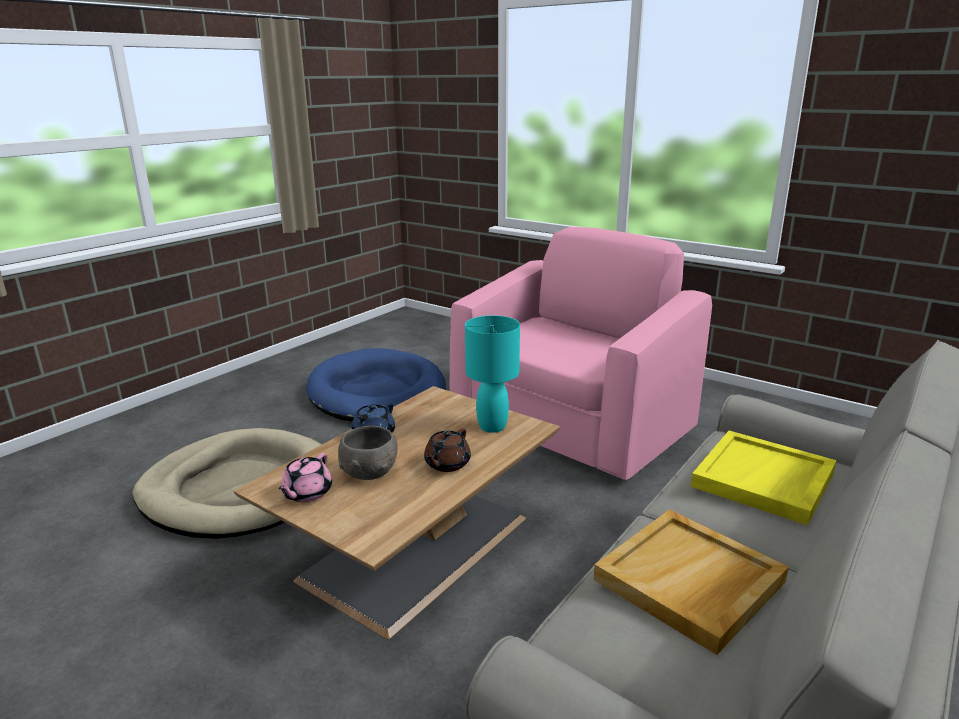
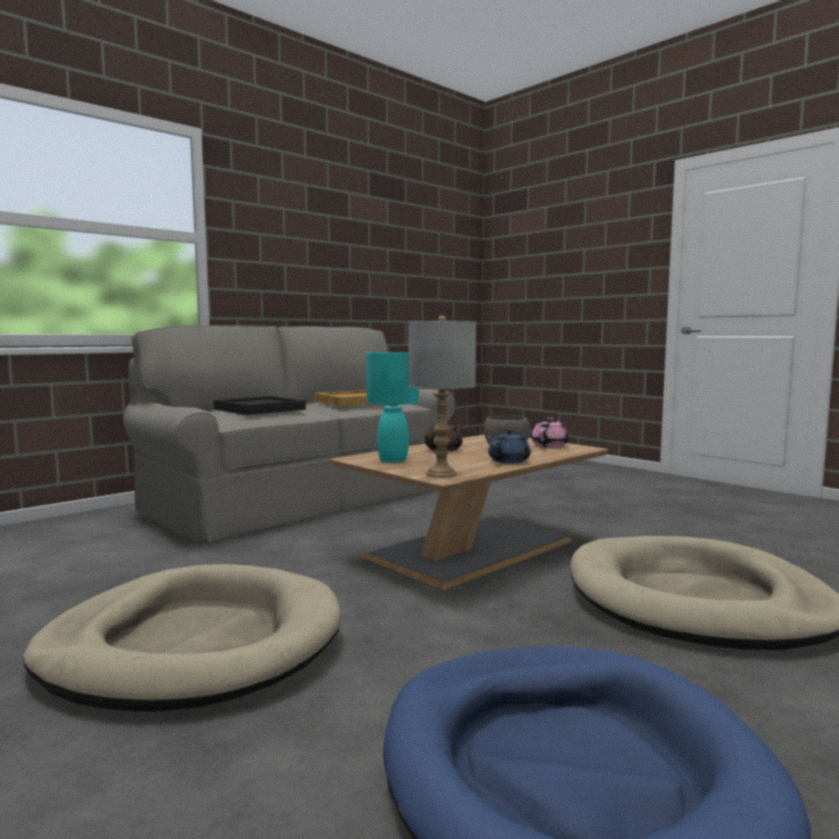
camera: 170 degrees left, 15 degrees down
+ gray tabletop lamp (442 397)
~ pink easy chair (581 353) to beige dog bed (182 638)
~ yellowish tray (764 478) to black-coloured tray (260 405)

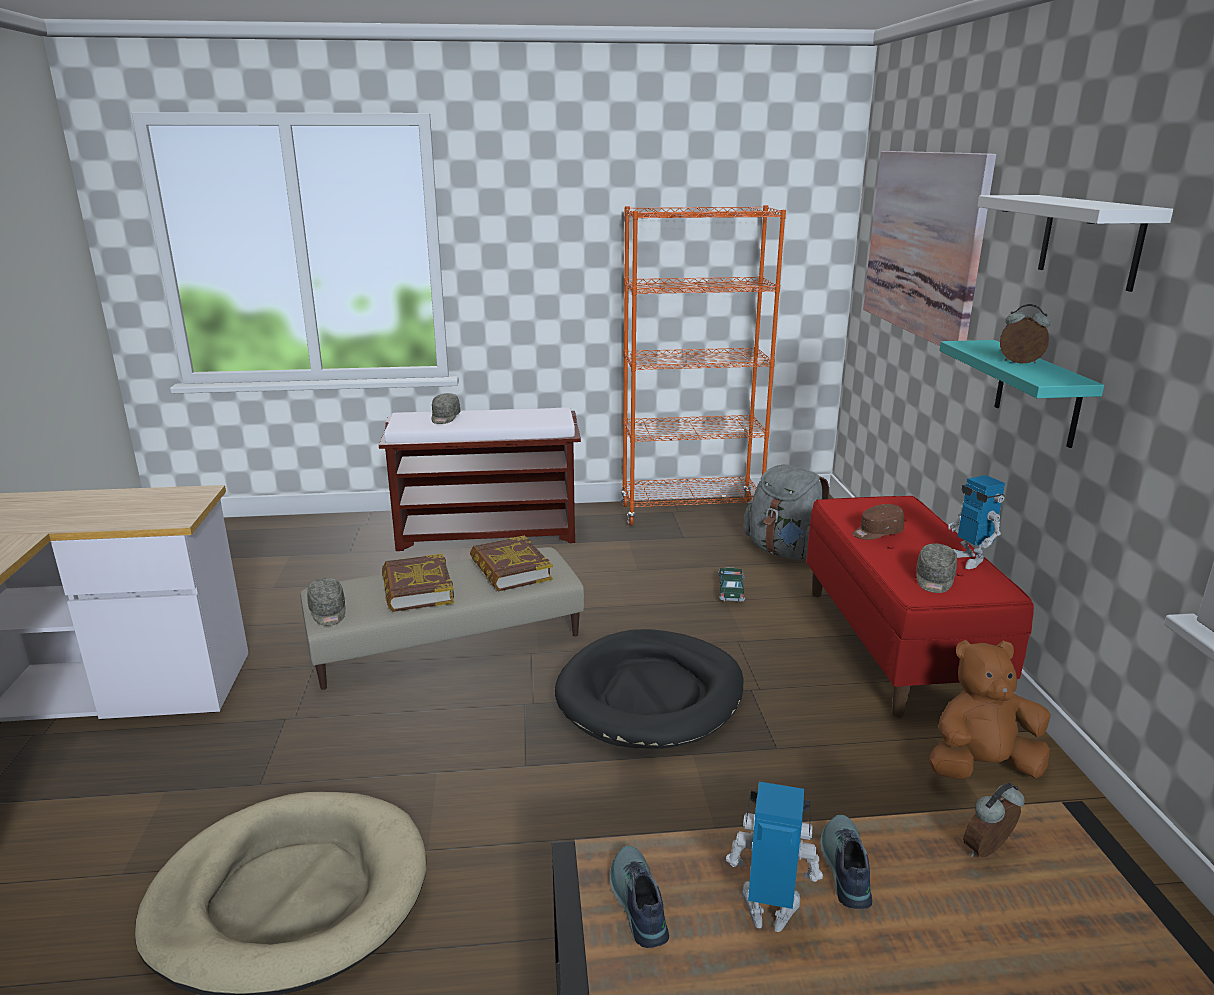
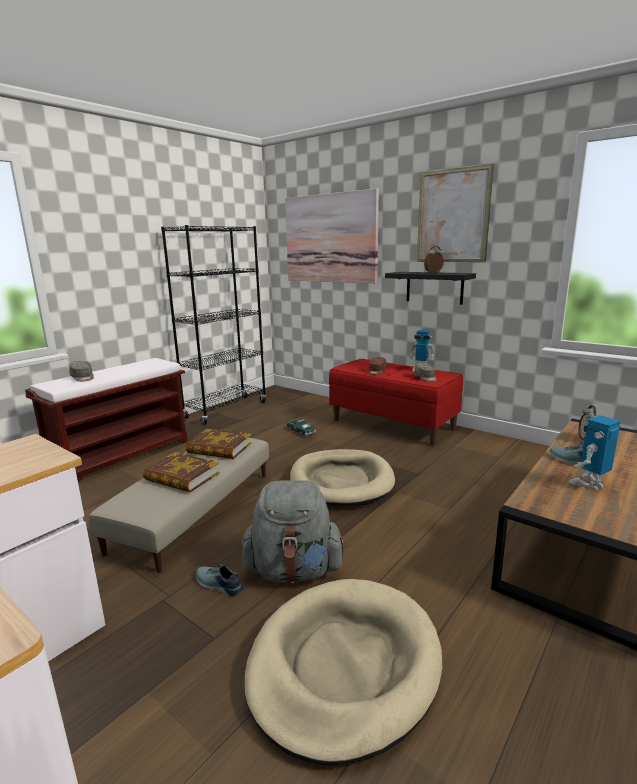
camera: 45 degrees left, 5 degrees down
- gray peaked cap (326 602)
- brown plush toy (990 710)
~ low shoe (639 897) to (219 580)
~ gray backpack (786 512) to (293 531)
~ white wall shelf (1075 243) to wall art (455 213)
~ black-coloured dog bed (649 689) to beige dog bed (342 477)
~ orangey bookshelf (703 365) to black-coloured bookshelf (213 325)
~ turquoise-coloured wall shelf (1021 394) to black-coloured wall shelf (430 288)

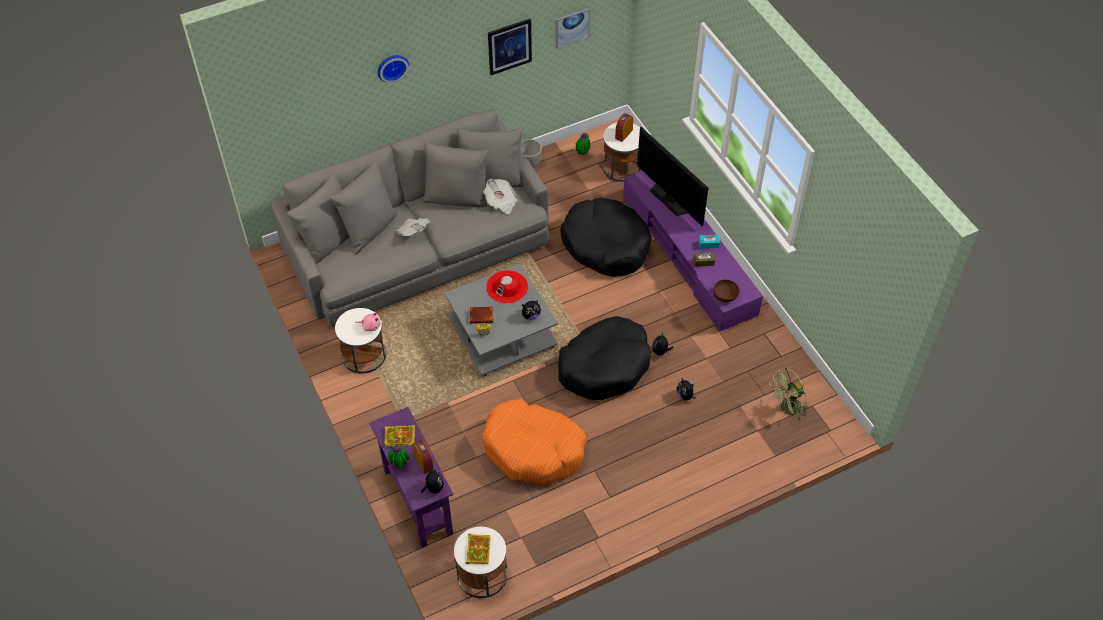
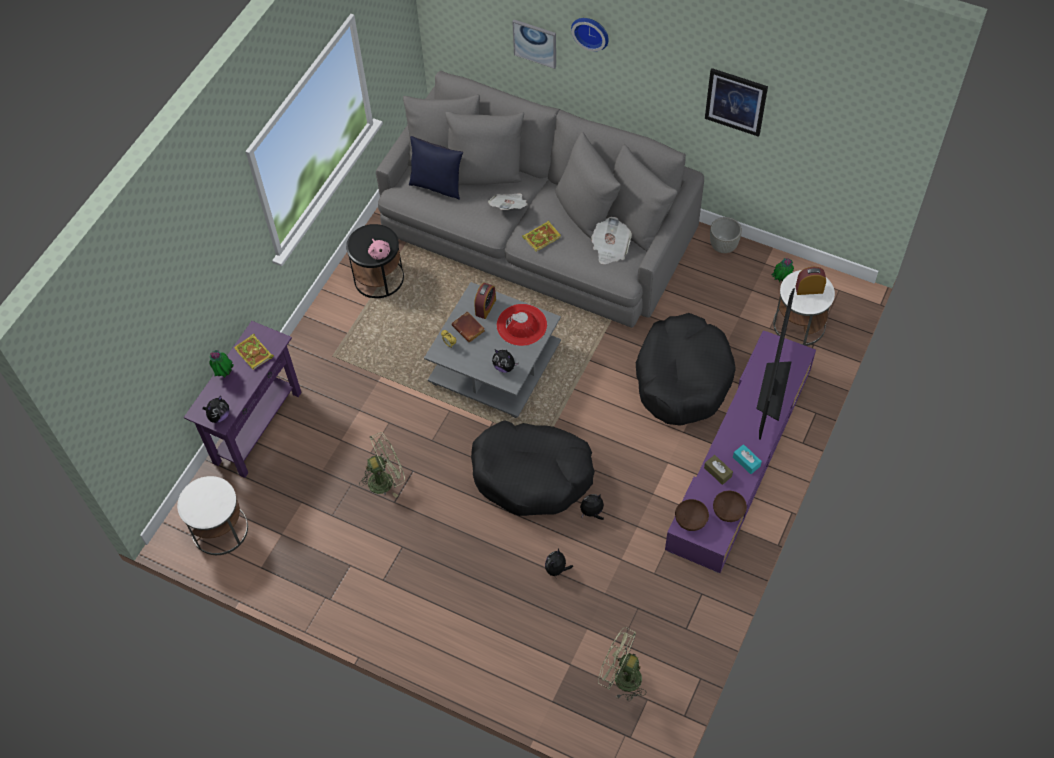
camera: 55 degrees right, 5 degrees up
+ blue pillow (436 168)
+ brown deep dish (730 506)
~ bedside clock (423 456) to (485 301)
~ bound book (477 549) to (541 235)
~ wall art (572 28) to (534 44)
~ orangey dog bed (534 442) to green electric fan (382 465)
~ white side table (360 340) to black-coloured side table (375 261)

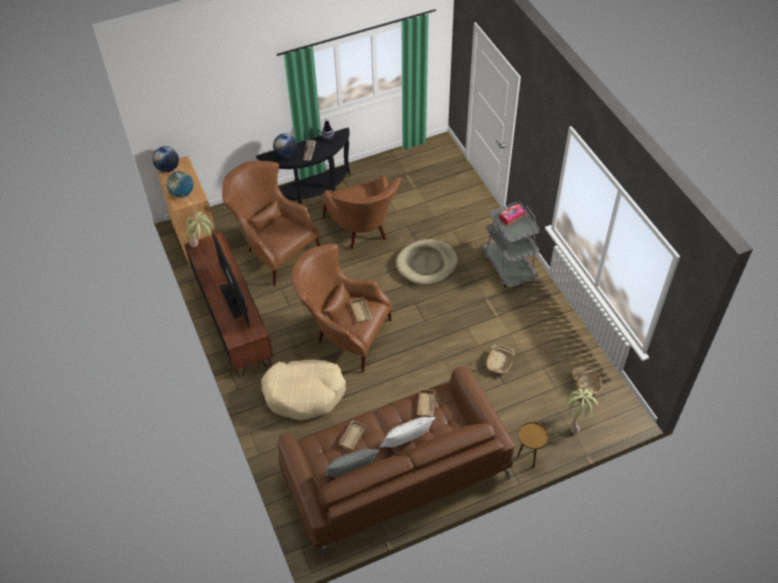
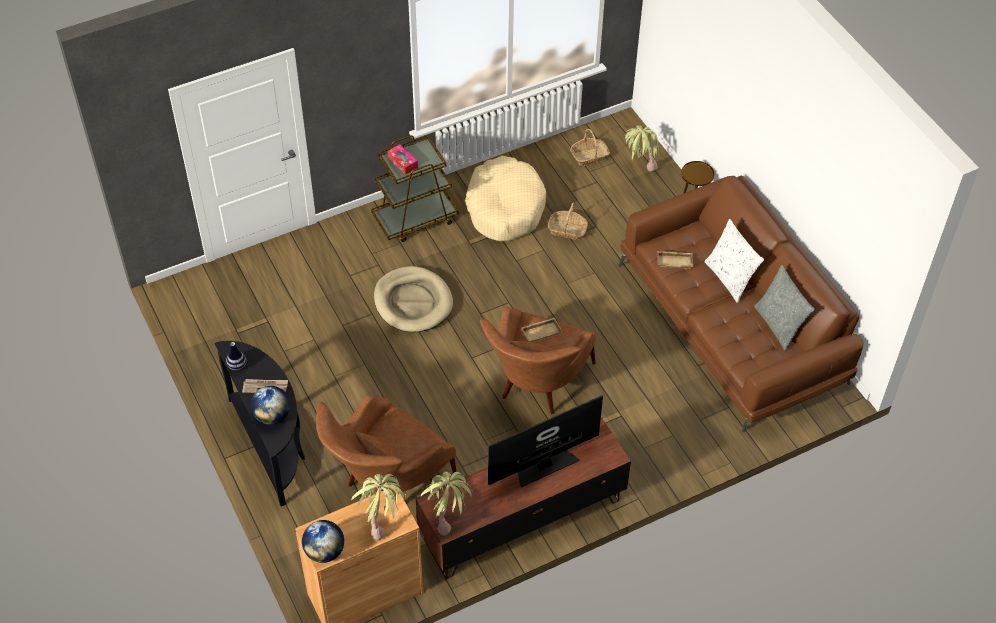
camera: 95 degrees left, 0 degrees up
- brown easy chair (362 212)
- beige tray (352 435)
~ beige dog bed (303 389) to (505 198)
~ world globe (180 184) to potted plant (378 507)
~ gray wheeled cart (511 244) to brown wheeled cart (415 188)

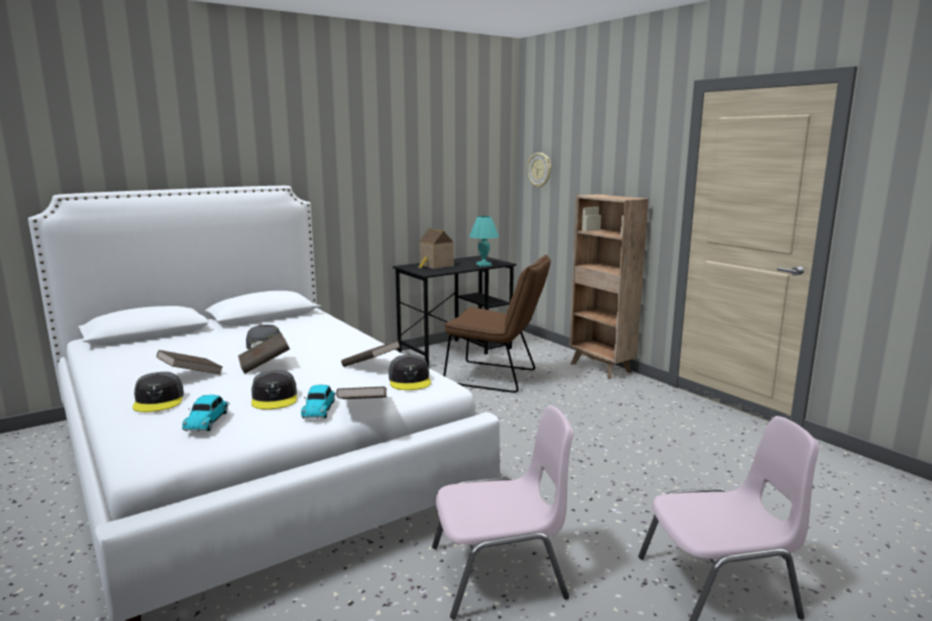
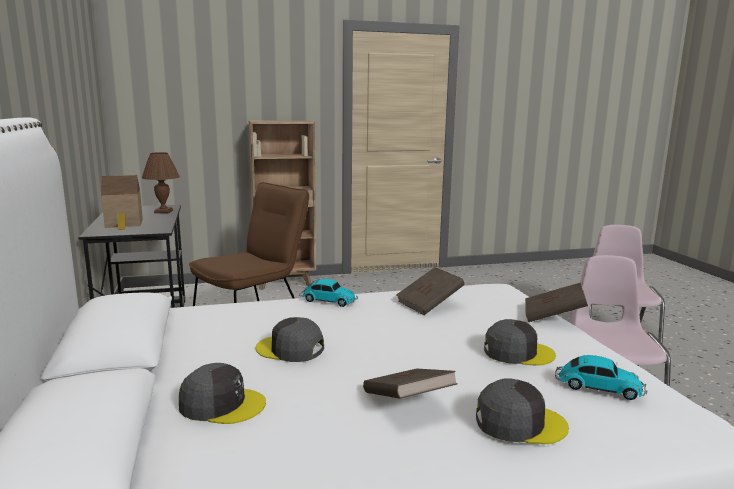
camera: 70 degrees left, 0 degrees up
- brown bound book (264 353)
- hanging clock (539 170)
~ miniature car (318 402) to (328 293)
~ gray peaked cap (410 372) to (222 393)
~ turquoise-coloured tabletop lamp (484 241) to brown tabletop lamp (161 182)

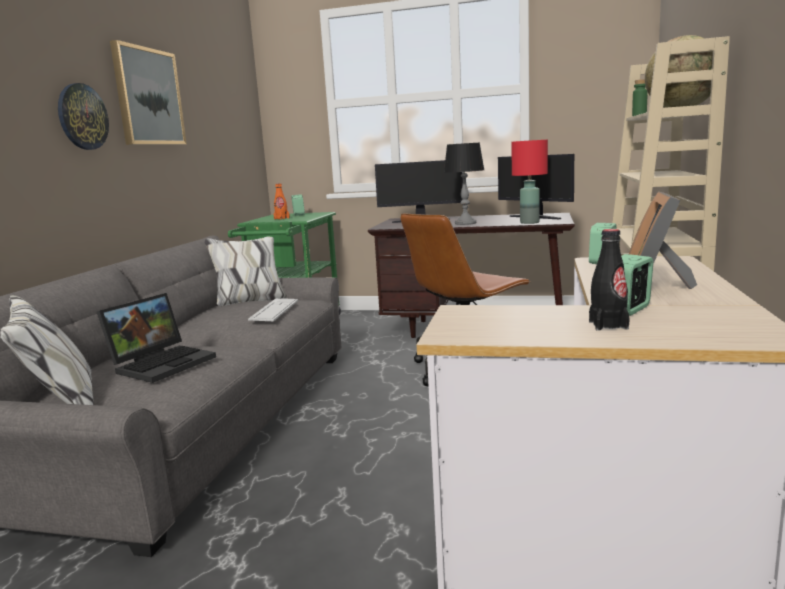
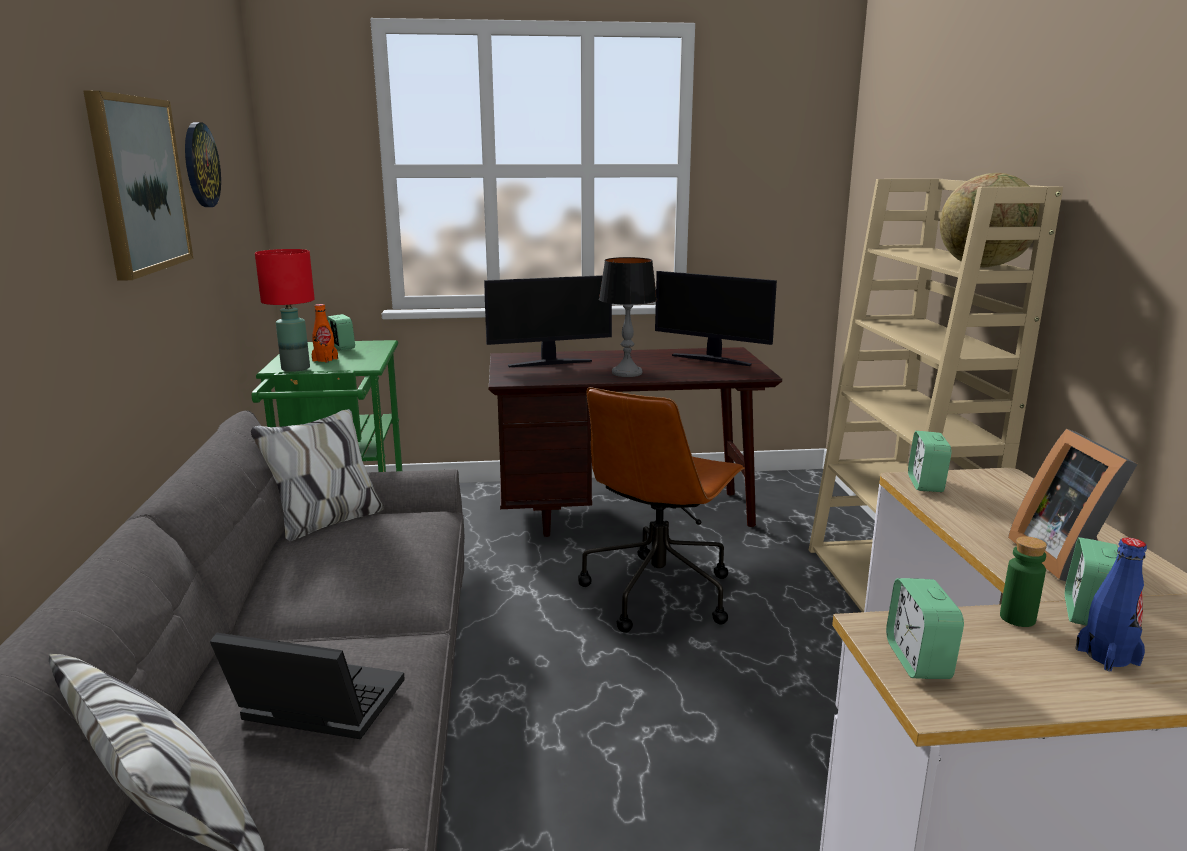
camera: 20 degrees left, 5 degrees up
- PC keyboard (273 309)
+ bedside clock (925 628)
~ hanging clock (83 116) to (203 164)
~ red tabletop lamp (529 182) to (285 310)
~ green drink bottle (640 97) to (1023 581)
~ black-coloured drink bottle (609 280) to blue drink bottle (1111 604)
~ notebook computer (156 338) = (307 686) 90 degrees counterclockwise

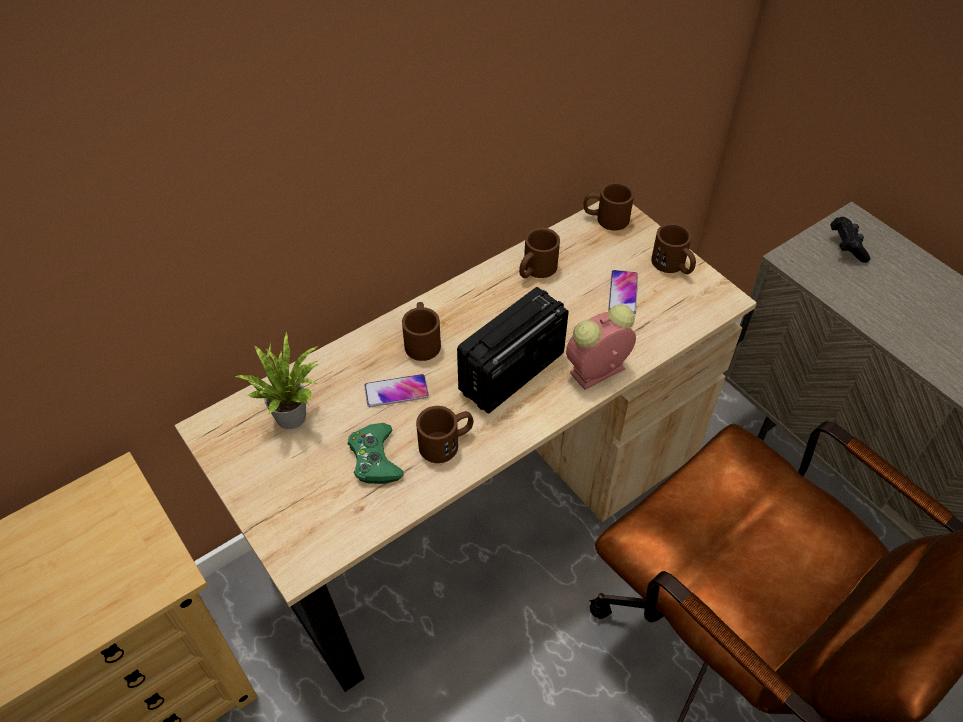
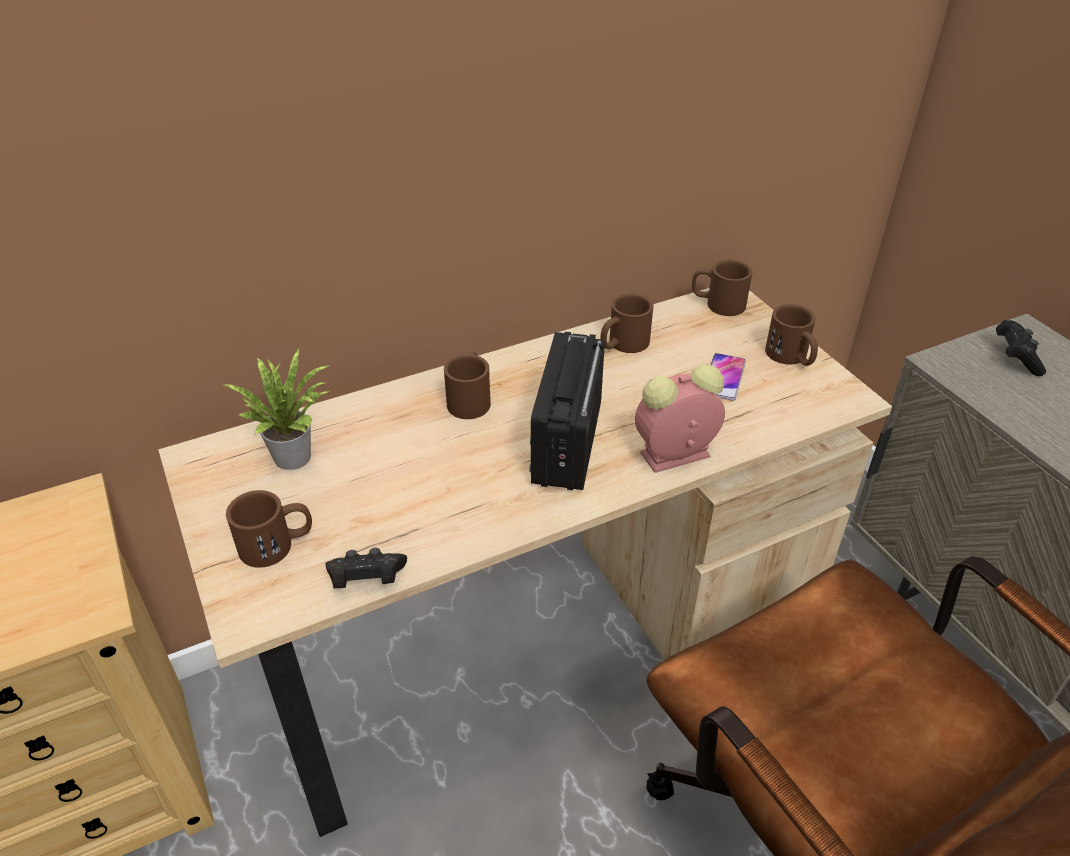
camera: 10 degrees right, 10 degrees down
- green joypad (376 453)
- telephone (396 390)
+ black-coloured joypad (366 568)
~ brown mug (444 434) to (269 529)
~ radio (513 350) = (567 411) 45 degrees counterclockwise

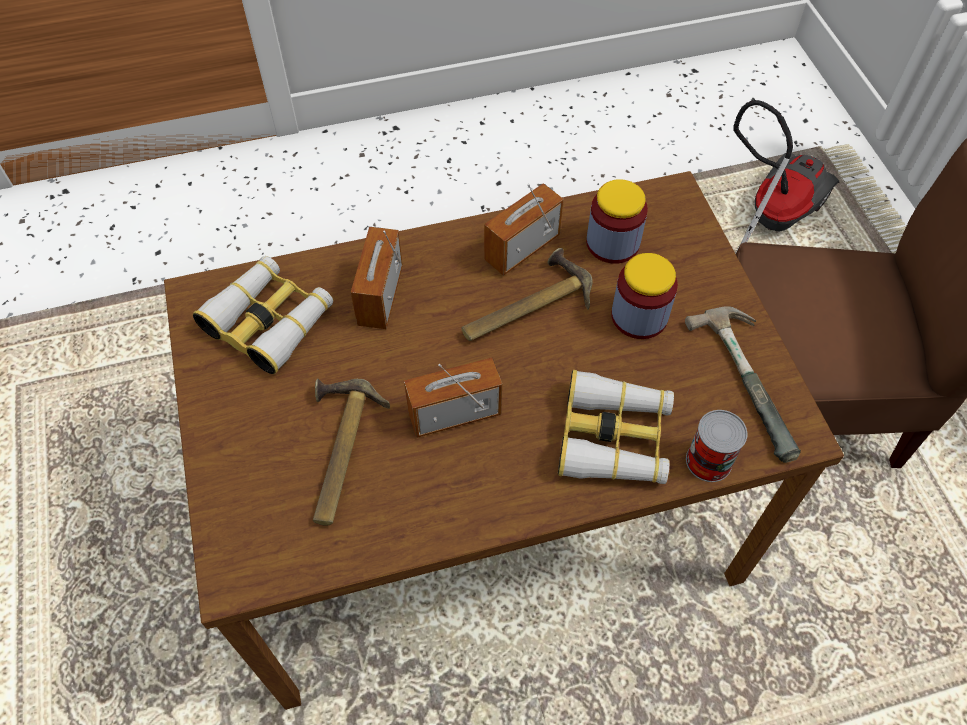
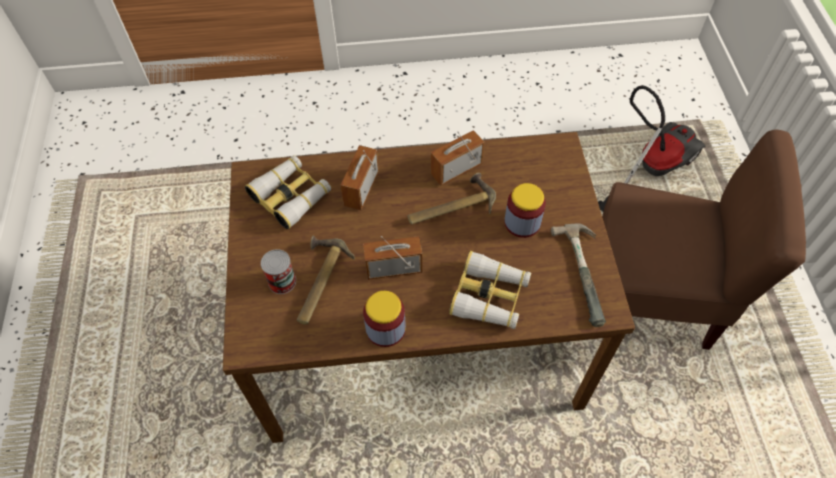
camera: 10 degrees right, 0 degrees up
~ storage jar (617 221) to (384 319)
~ sealed can (717 446) to (278 271)

